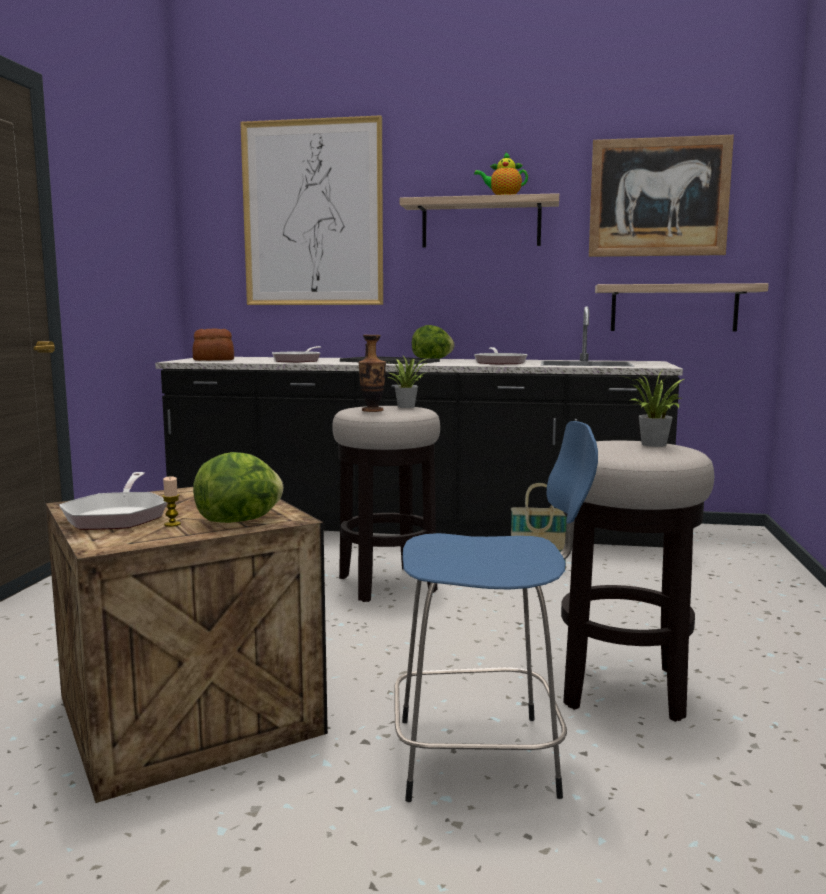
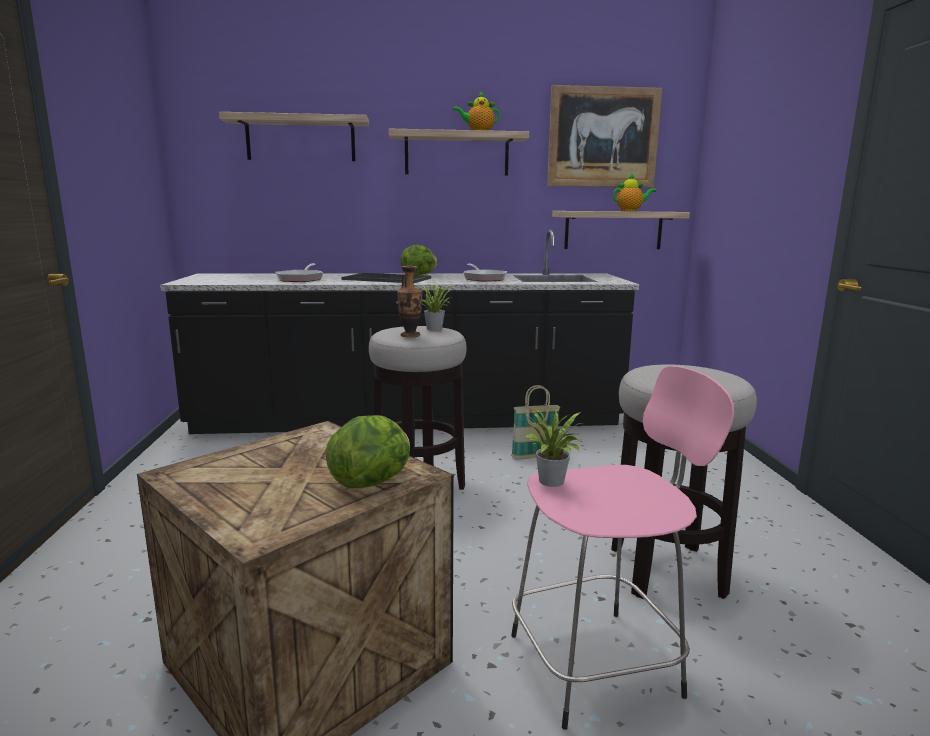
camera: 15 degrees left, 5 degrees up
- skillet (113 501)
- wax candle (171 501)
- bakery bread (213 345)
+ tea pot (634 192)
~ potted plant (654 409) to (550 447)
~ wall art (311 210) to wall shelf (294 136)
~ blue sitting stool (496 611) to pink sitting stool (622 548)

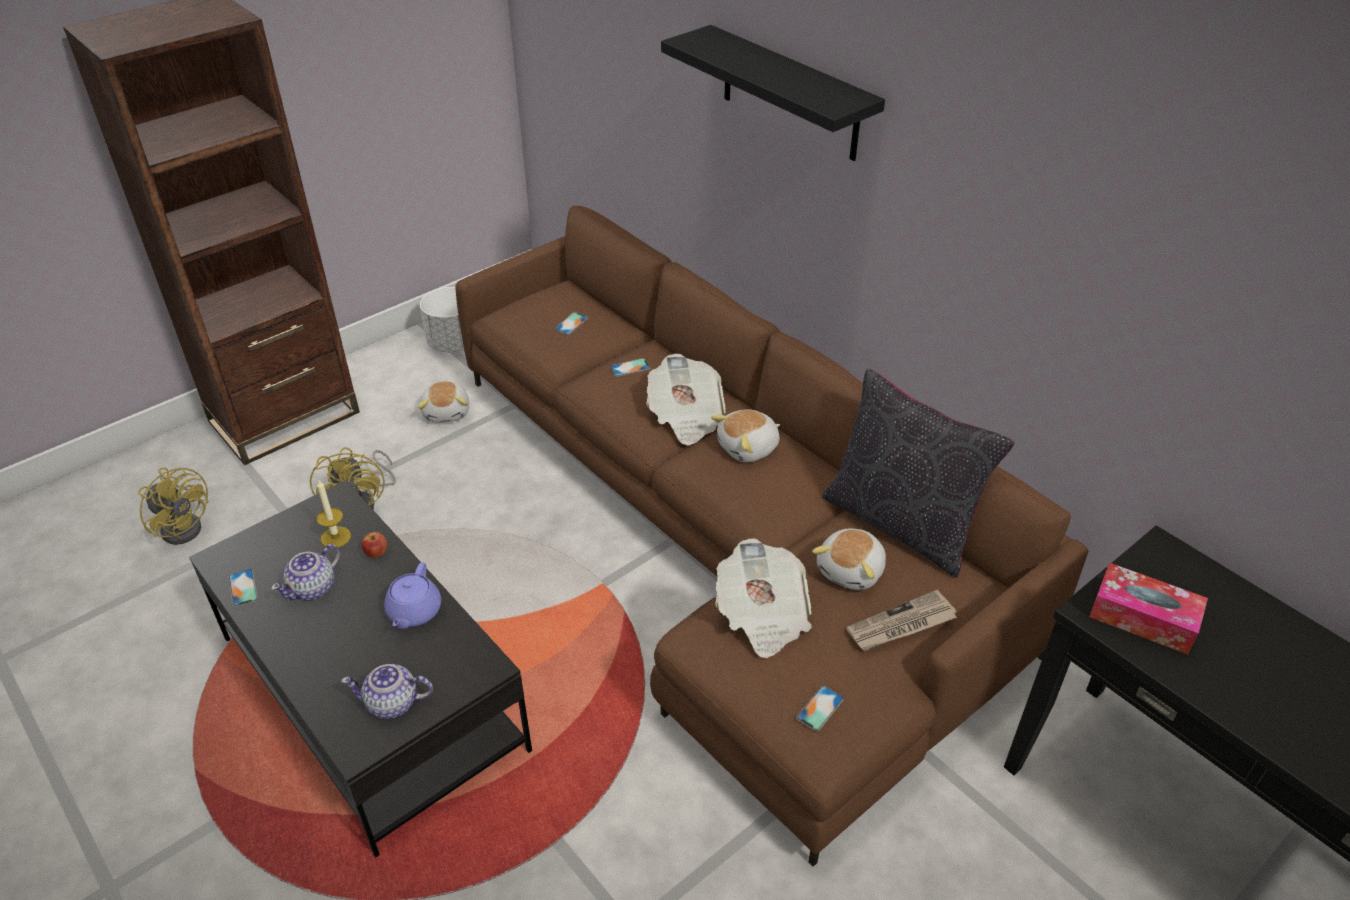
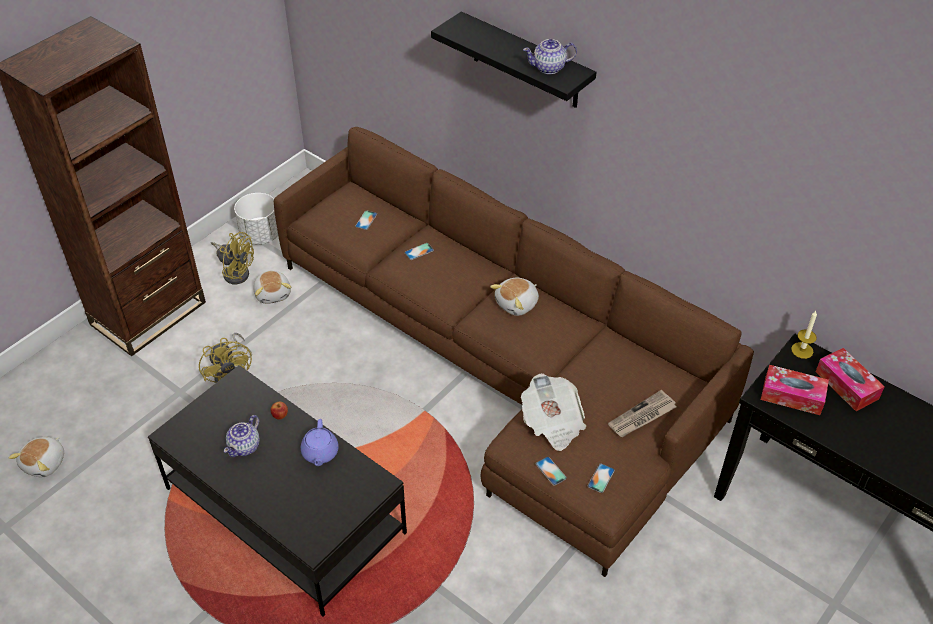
camera: 10 degrees left, 5 degrees up
- daily paper (686 400)
- black-coloured pillow (918 473)
+ tissue box (850 379)
~ yellowish electric fan (173 506) to (232 258)
~ telephone (243 588) to (551 471)
~ wax candle (334 513) to (804 335)
~ tea pot (387 691) to (550 56)
~ plush toy (849 559) to (36 457)

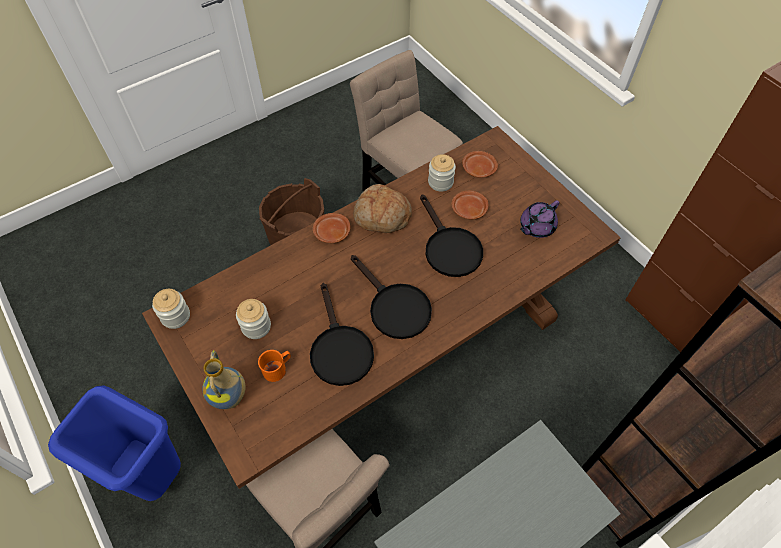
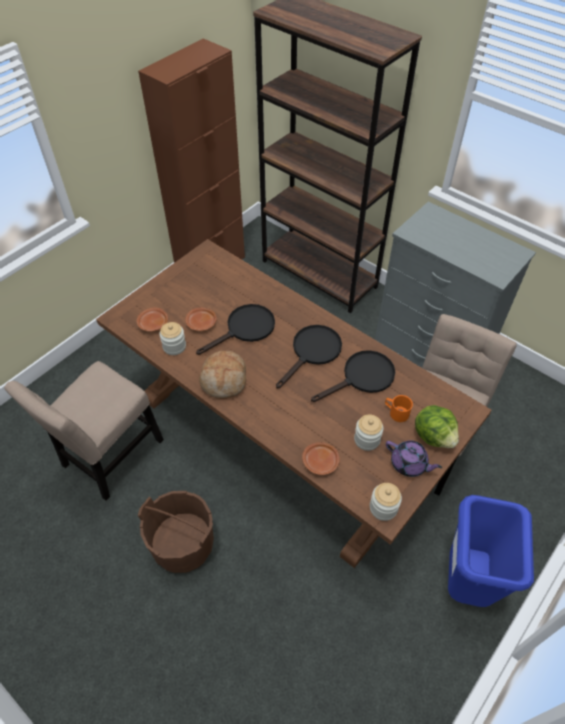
camera: 105 degrees left, 5 degrees down
~ brown flat dish (331 228) to (321 458)
~ purple-coloured tea pot (539 219) to (414 458)
~ flower vase (224 379) to lettuce (437 426)

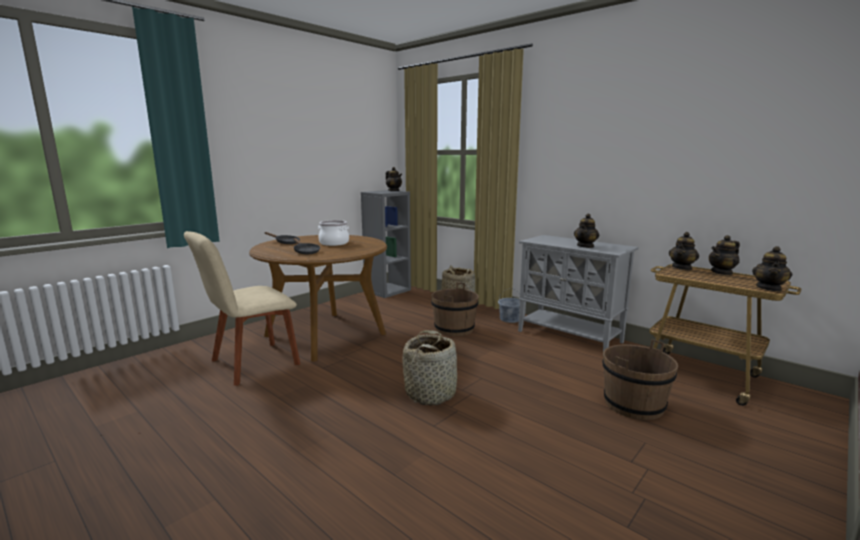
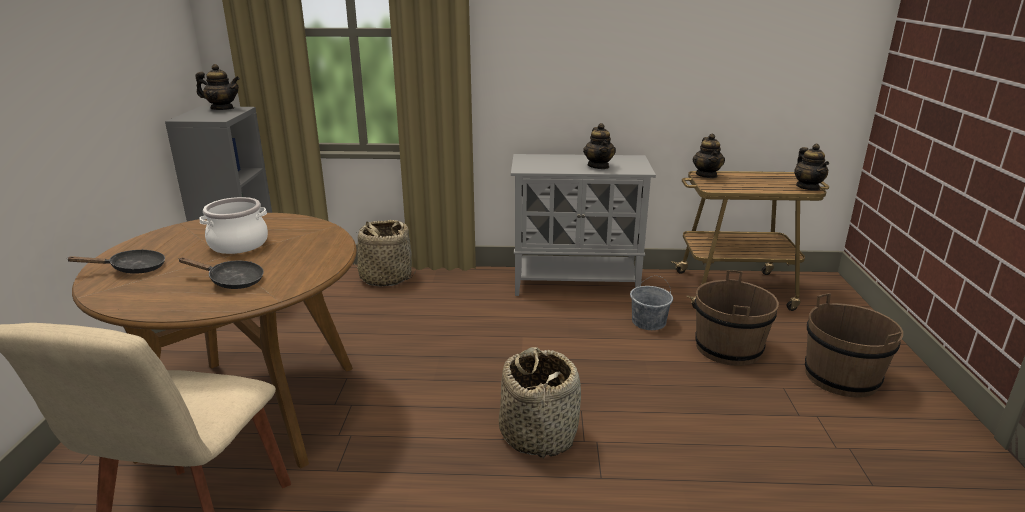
camera: 40 degrees left, 10 degrees up
- tea pot (724 255)
~ brown bucket (455 309) to (854 345)
~ gray bucket (509 305) to (651 302)

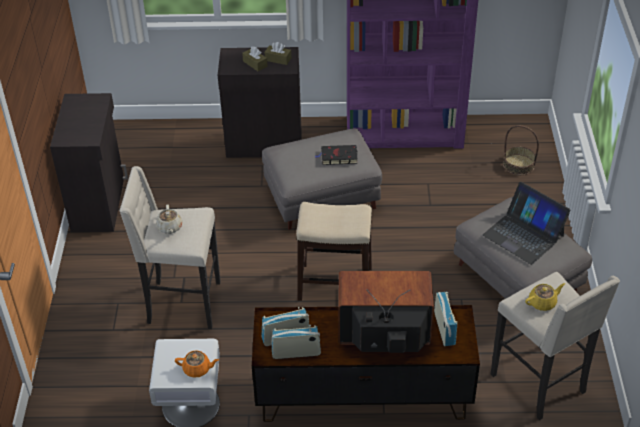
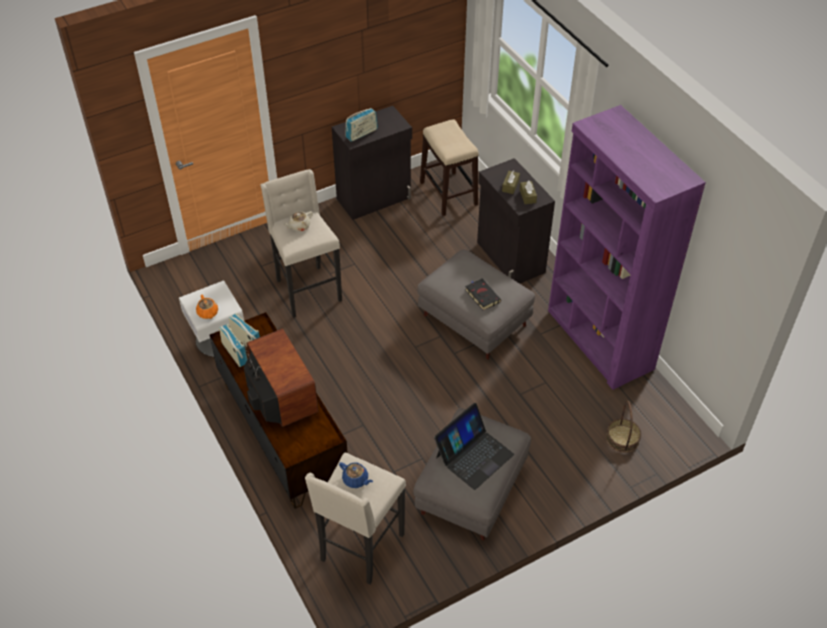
camera: 60 degrees right, 5 degrees up
~ sitting stool (334 251) to (449 167)
~ radio (446 319) to (362 125)
~ yellowish tea pot (545 297) to blue tea pot (356 475)
~ notebook computer (527 223) = (474 446) 150 degrees counterclockwise

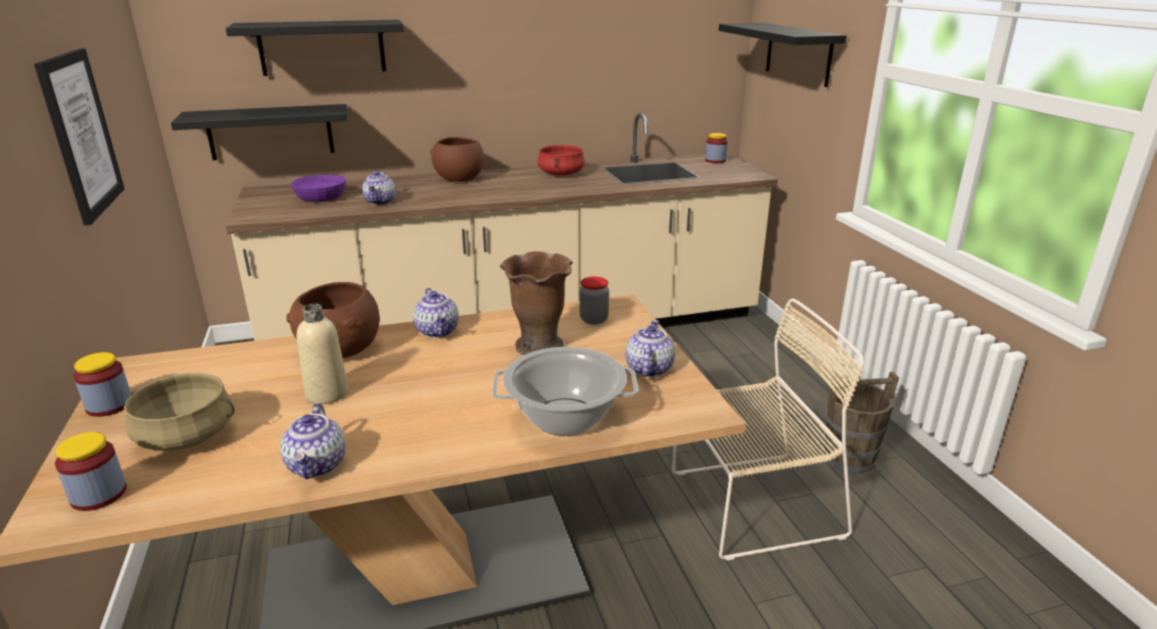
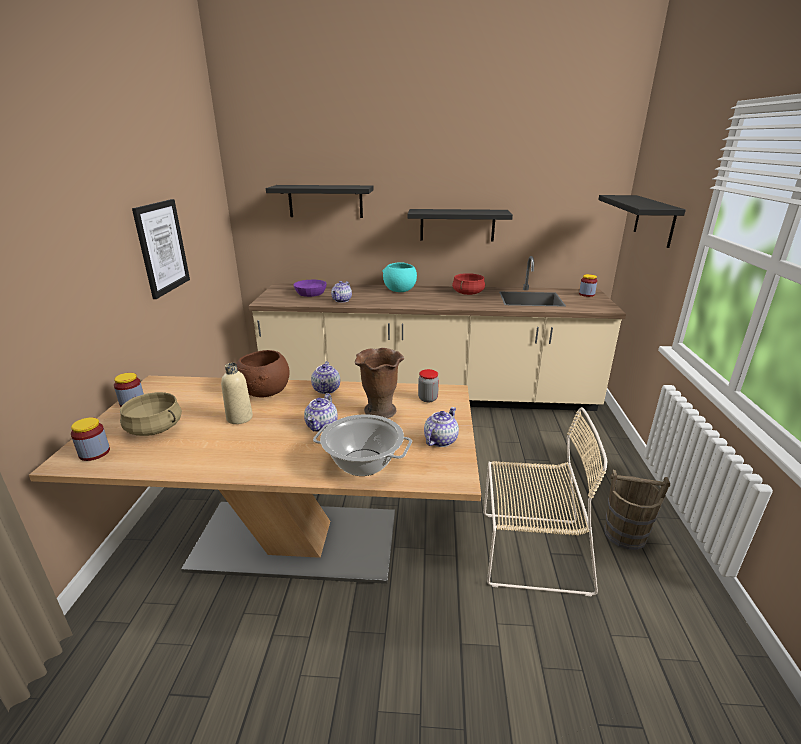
camera: 20 degrees right, 0 degrees up
~ black-coloured wall shelf (259 132) to (460 225)
~ tea pot (313 441) to (321 412)
~ brown deep dish (457 159) to turquoise-coloured deep dish (399 277)

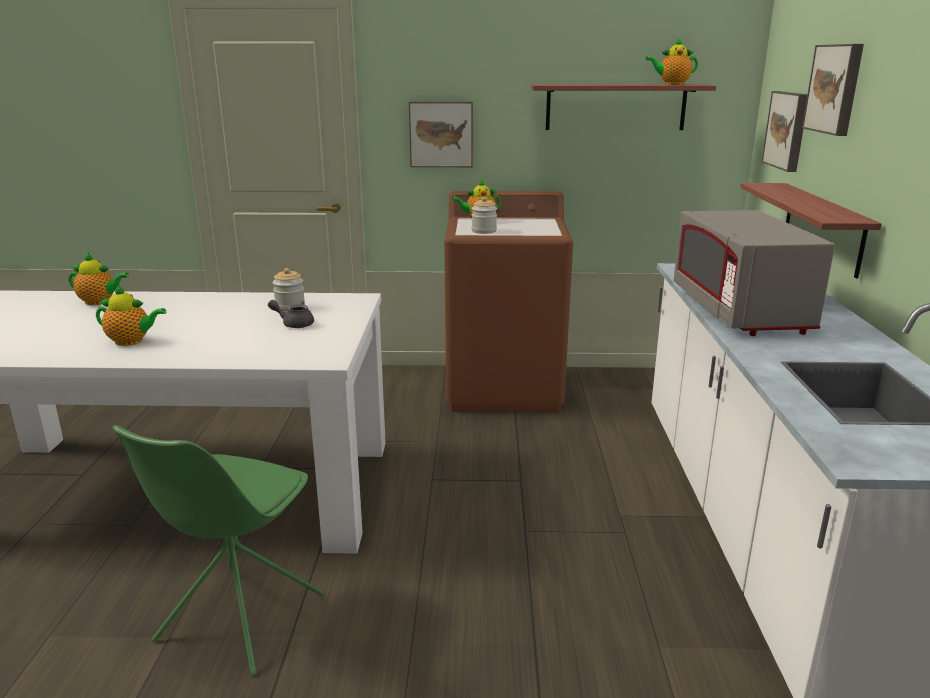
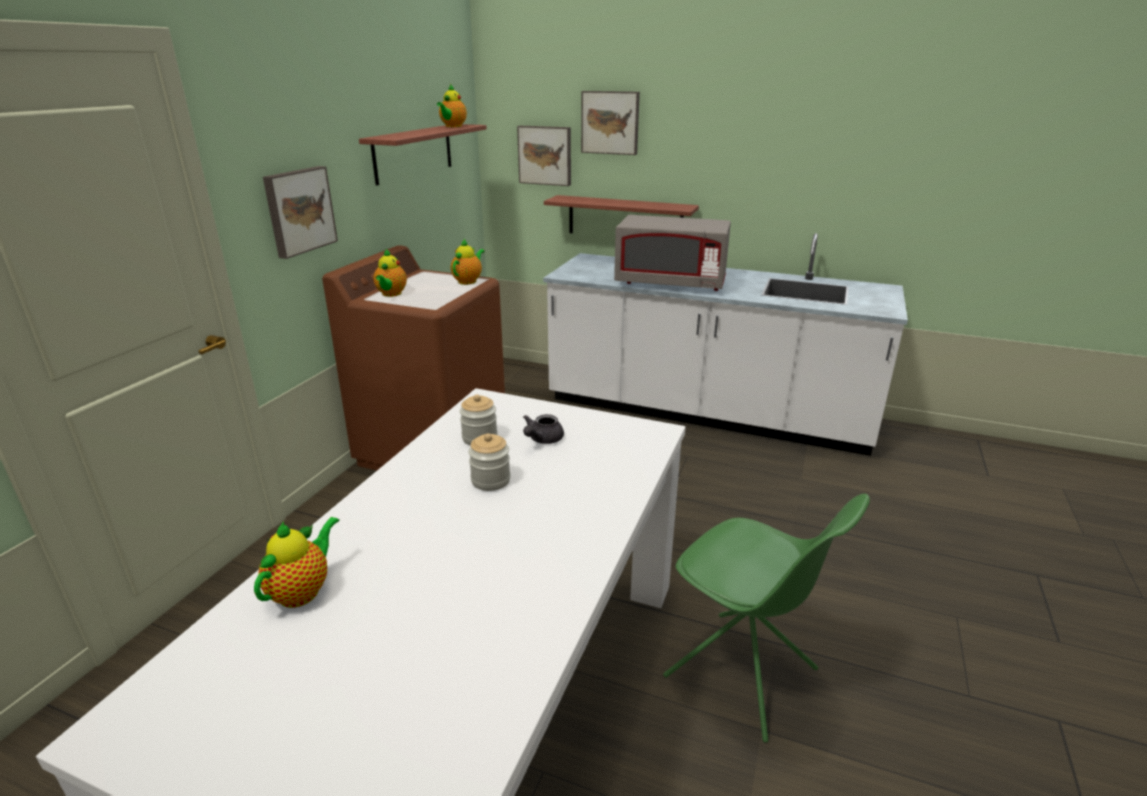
camera: 70 degrees left, 5 degrees up
~ tea pot (131 315) to (468 262)
~ storage jar (484 215) to (489 462)

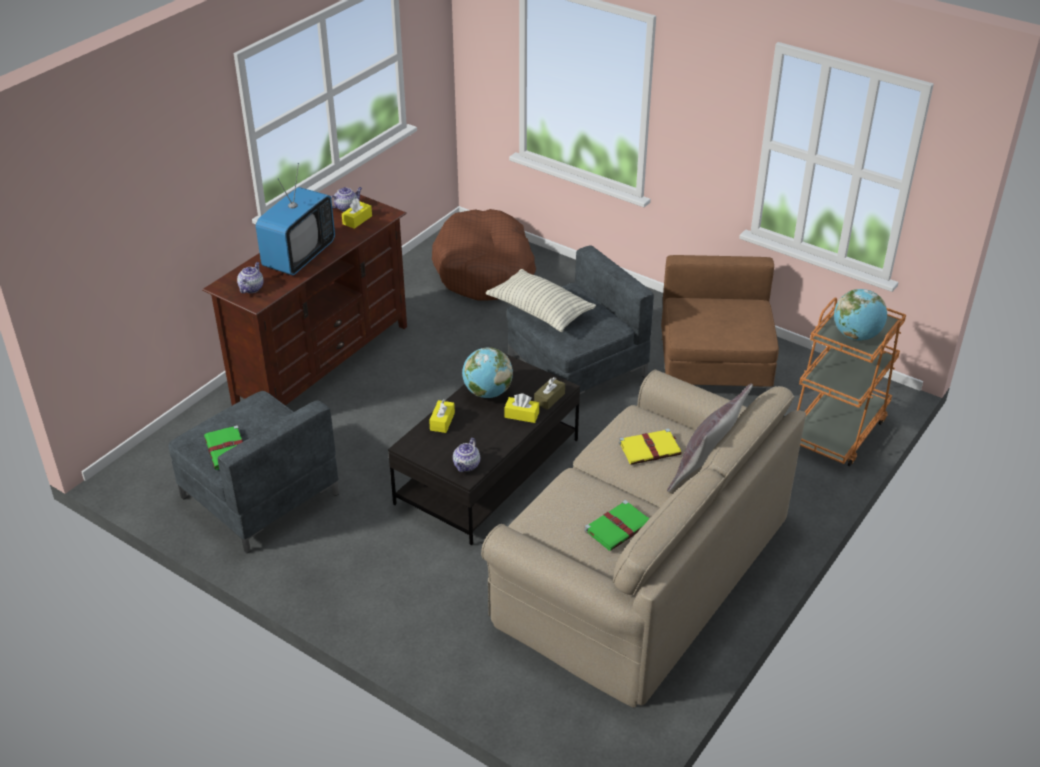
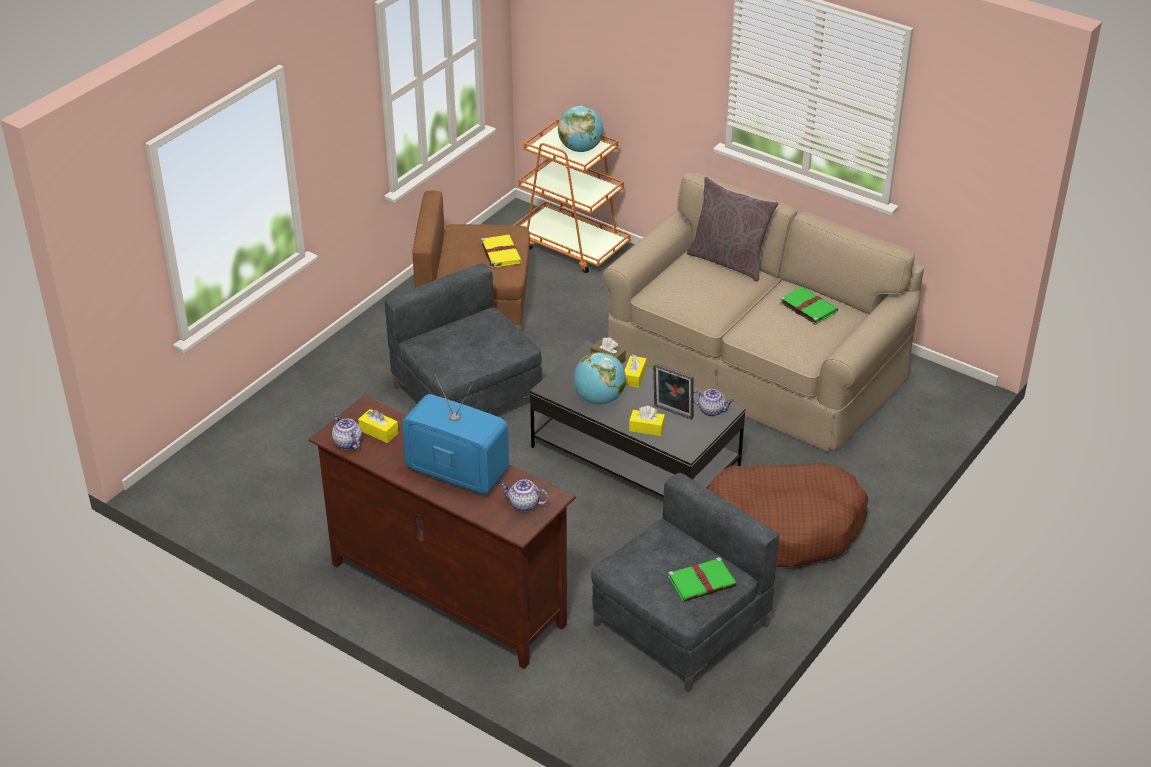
camera: 90 degrees left, 0 degrees up
- pillow (540 300)
+ picture frame (673 391)
~ brown dog bed (484 255) to (787 515)
~ yellowish bound book (650 447) to (501 251)

